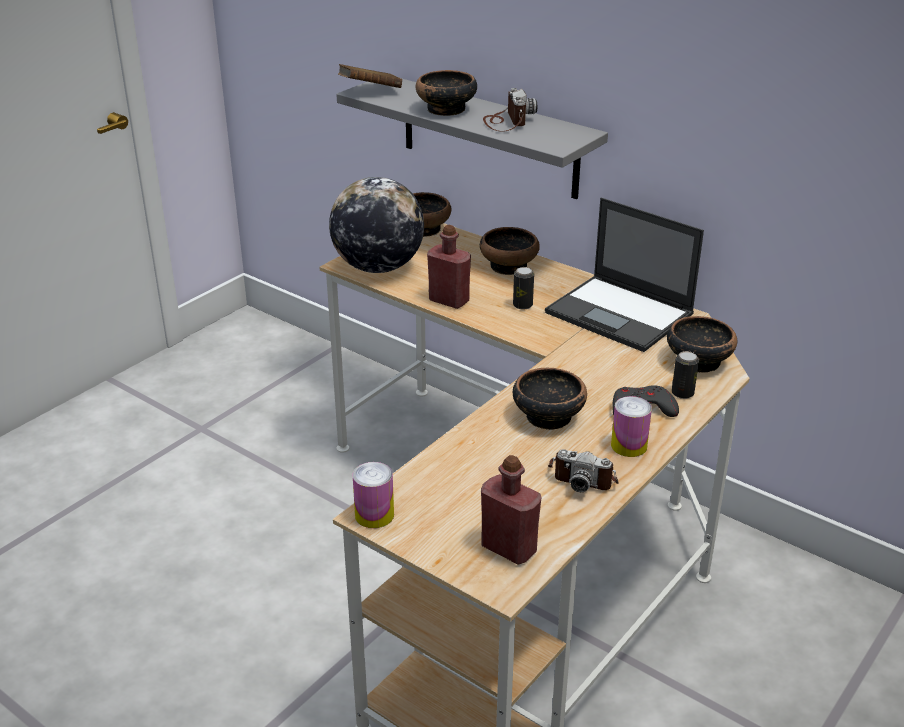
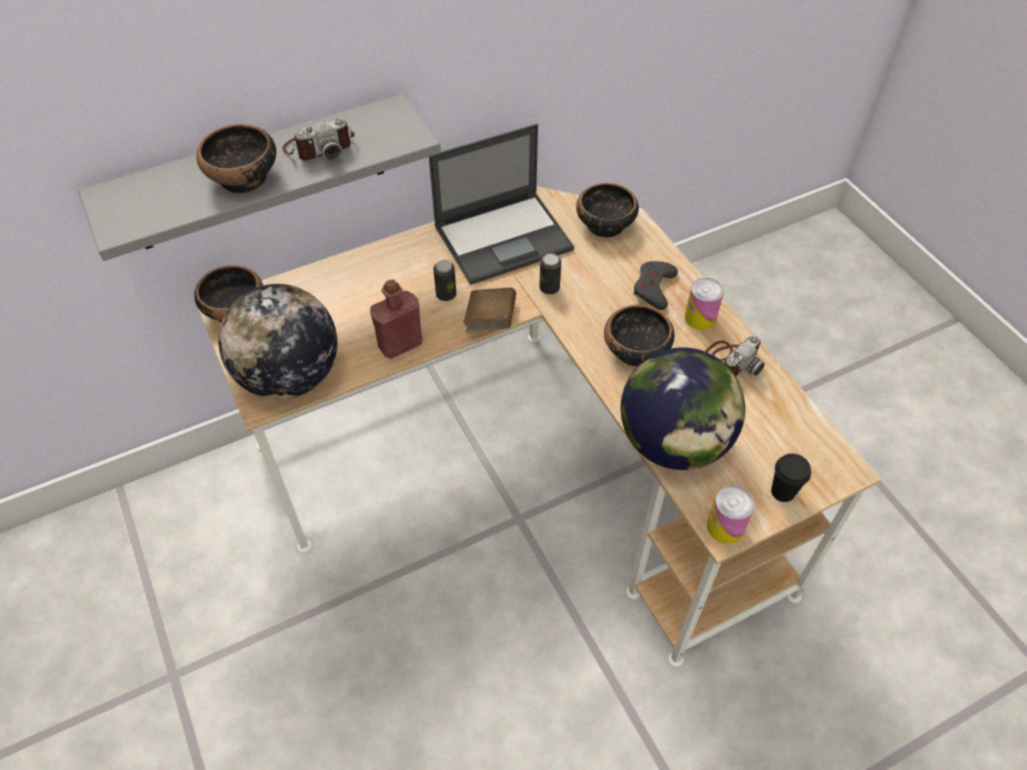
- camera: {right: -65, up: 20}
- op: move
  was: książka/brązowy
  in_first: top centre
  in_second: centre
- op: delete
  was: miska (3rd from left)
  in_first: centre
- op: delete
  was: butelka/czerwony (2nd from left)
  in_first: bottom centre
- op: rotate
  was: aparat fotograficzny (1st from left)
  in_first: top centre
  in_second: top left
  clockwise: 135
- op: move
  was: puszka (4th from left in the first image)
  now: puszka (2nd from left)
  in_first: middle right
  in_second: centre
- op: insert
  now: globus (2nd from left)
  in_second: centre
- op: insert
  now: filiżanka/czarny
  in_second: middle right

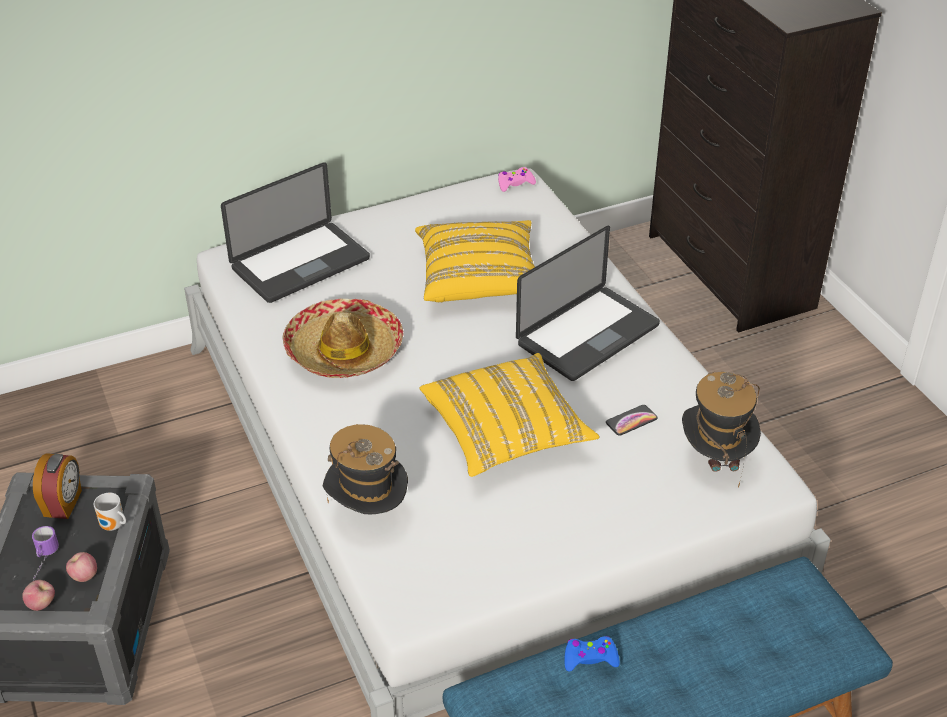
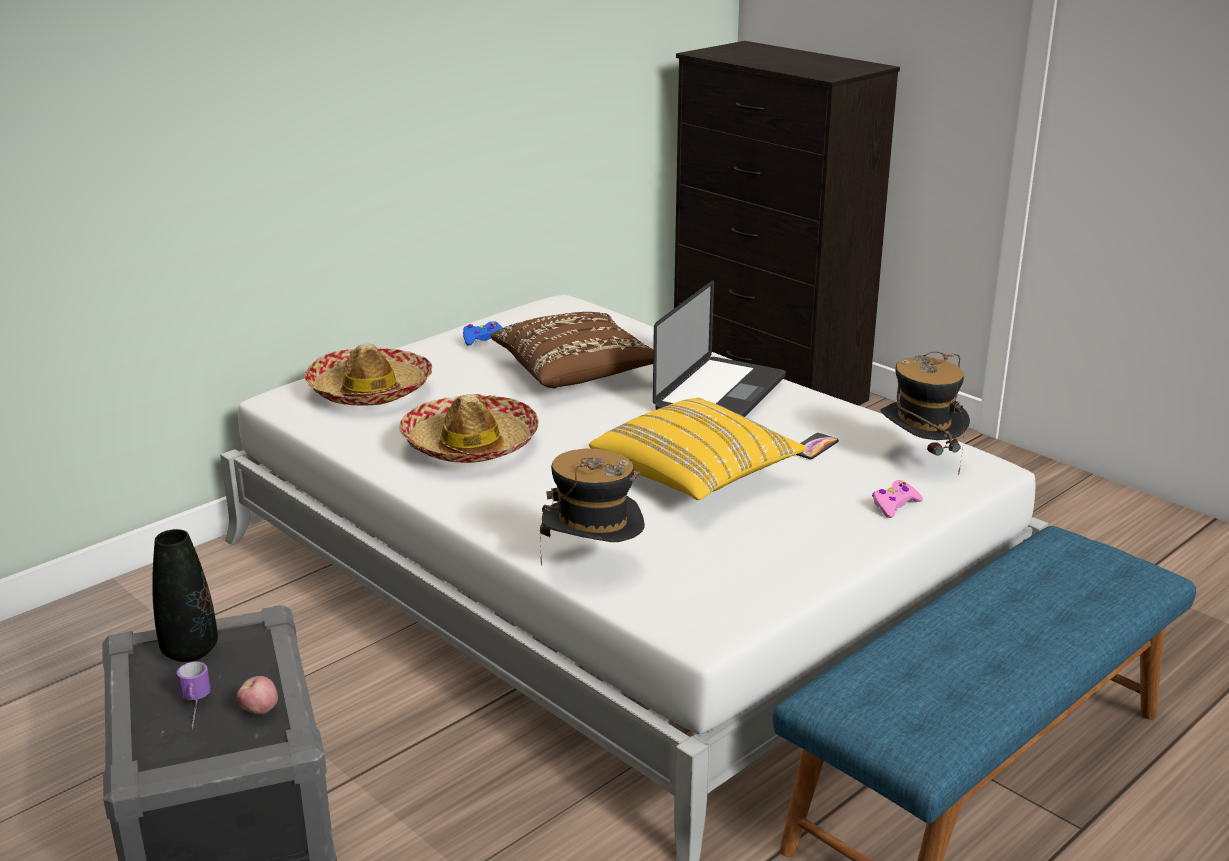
- camera: {right: -20, up: -15}
- op: delete
  was: jabłko (1st from left)
  in_first: bottom left
- op: replace
  was: budzik
  now: wazon/czarny
  in_first: bottom left
  in_second: bottom left
- op: delete
  was: kubek (2nd from left)
  in_first: bottom left
- op: replace
  was: laptop (1st from left)
  now: kapelusz (1st from left)
  in_first: top left
  in_second: middle left
- op: recolor
  was: poduszka/żółty (1st from left)
  now: poduszka/brązowy
  in_first: centre
  in_second: centre
- op: move
  was: pad do gier/różowy
  in_first: top centre
  in_second: middle right
- op: move
  was: pad do gier/niebieski
  in_first: bottom centre
  in_second: centre

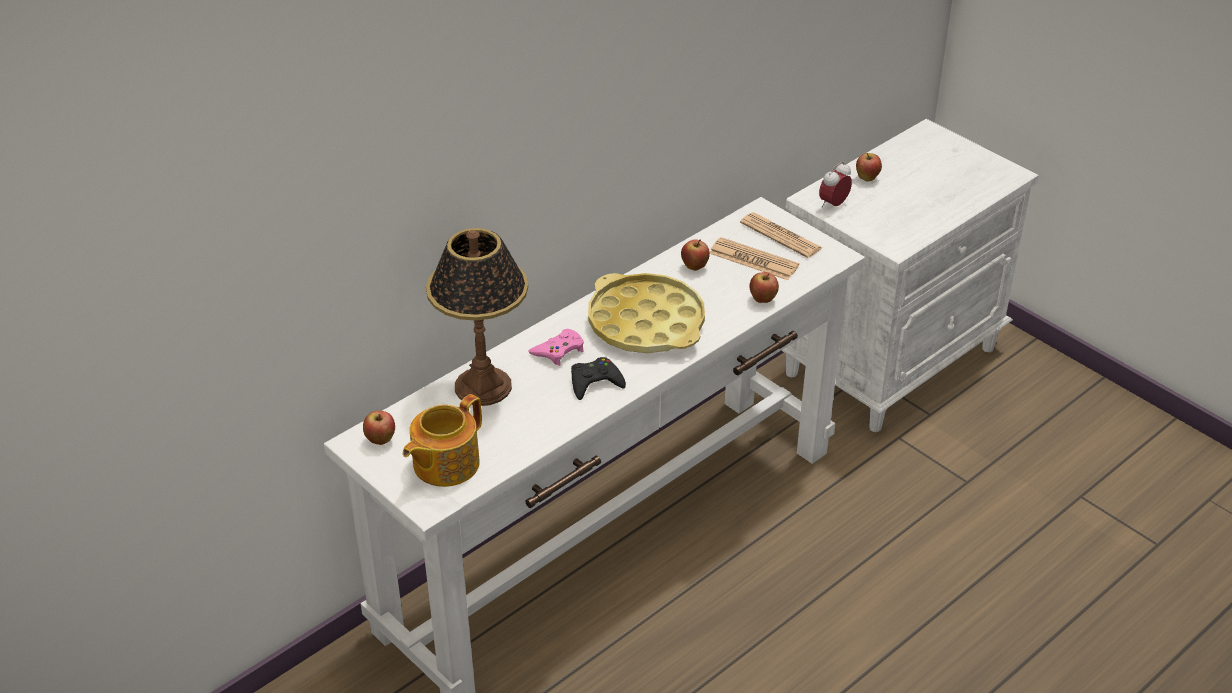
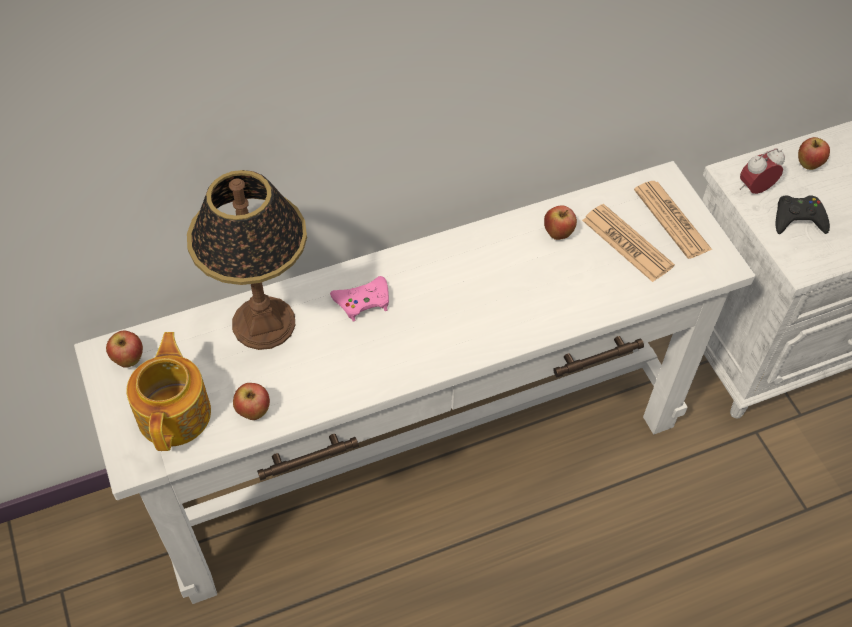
- camera: {right: 20, up: 15}
- op: rotate
  was: imbryk
  in_first: centre
  in_second: middle left
  clockwise: 120
- op: move
  was: pad do gier/czarny
  in_first: centre
  in_second: middle right
- op: delete
  was: taca/żółty
  in_first: centre
- op: move
  was: jabłko (3rd from left in the first image)
  now: jabłko (2nd from left)
  in_first: centre
  in_second: middle left

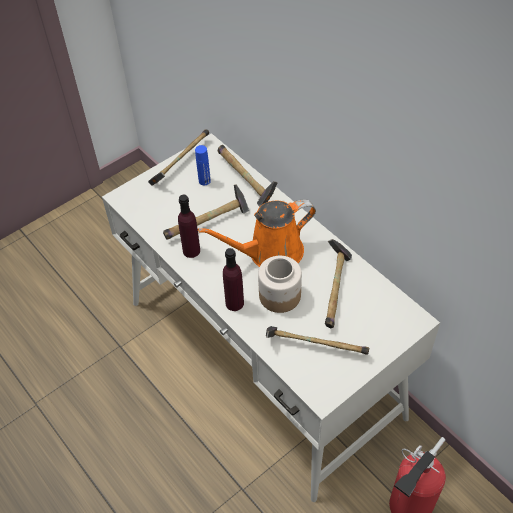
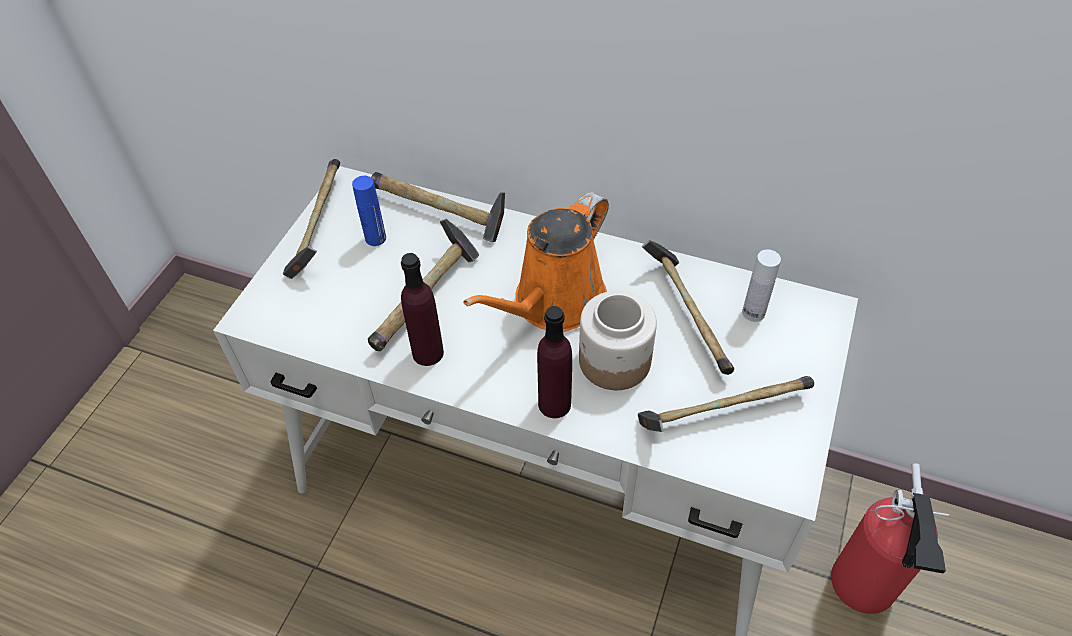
- camera: {right: -30, up: 0}
- op: insert
  now: butelka/biały
  in_second: middle right

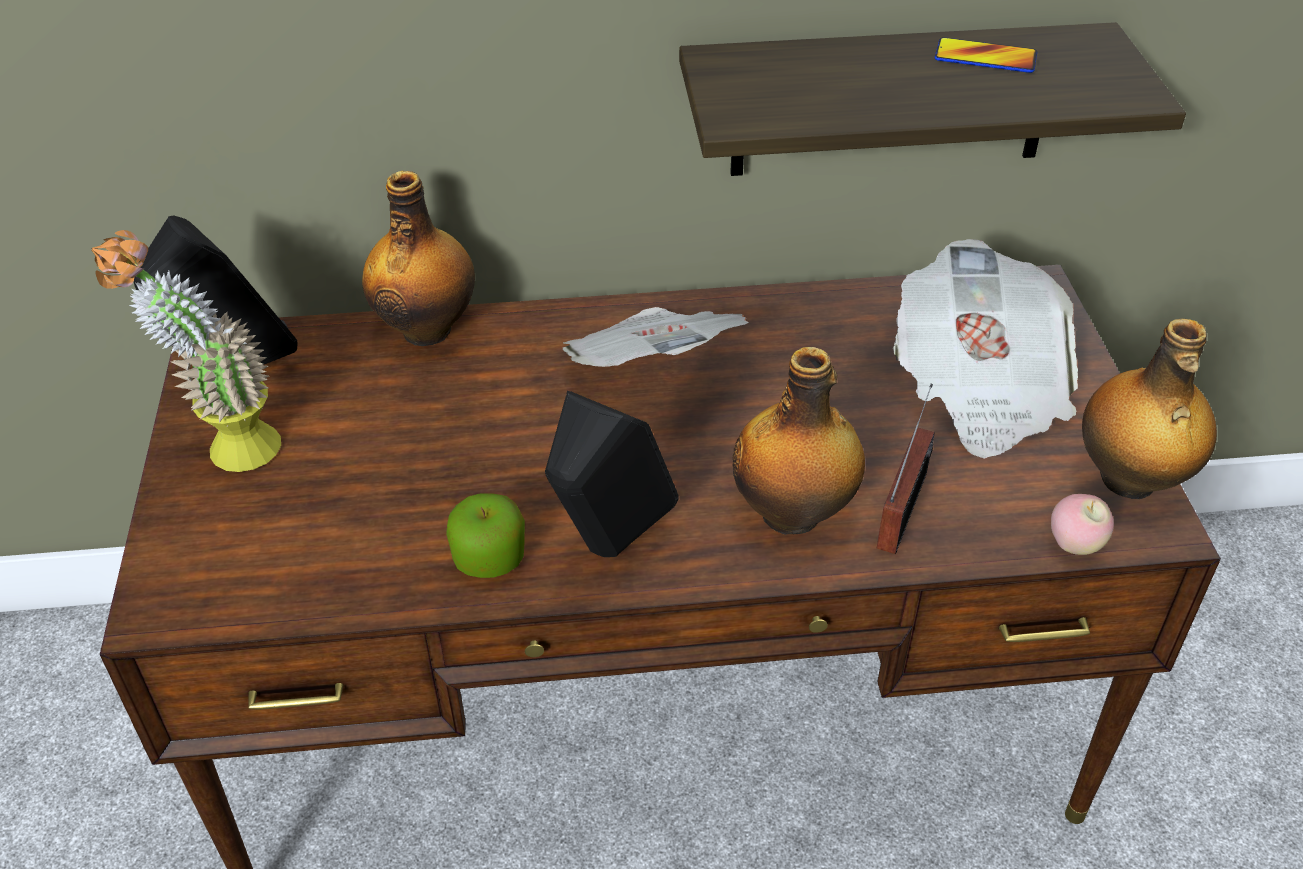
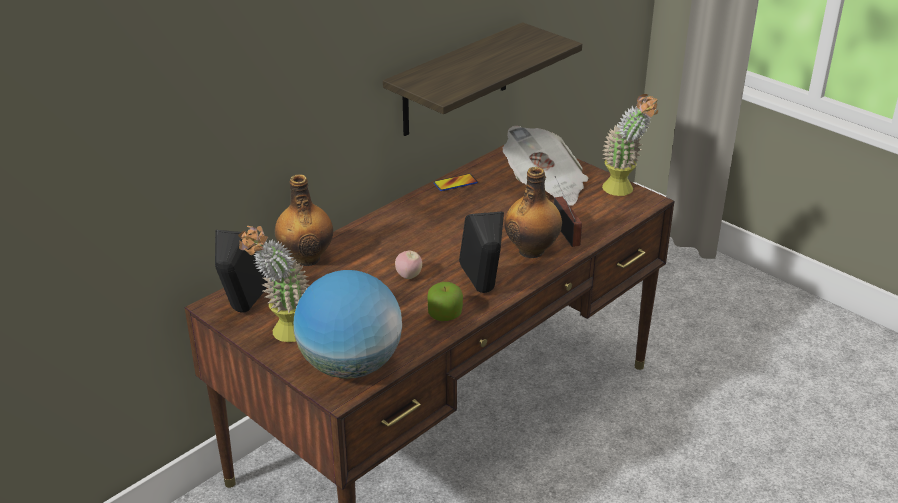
- camera: {right: -40, up: -10}
- op: delete
  was: gazeta (1st from left)
  in_first: centre
- op: move
  was: telefon
  in_first: top right
  in_second: centre
- op: move
  was: jabłko (2nd from left in the first image)
  now: jabłko (1st from left)
  in_first: middle right
  in_second: centre
- op: replace
  was: butelka (3rd from left)
  now: roślina doniczkowa (2nd from left)
  in_first: middle right
  in_second: top right
- op: insert
  now: globus
  in_second: centre

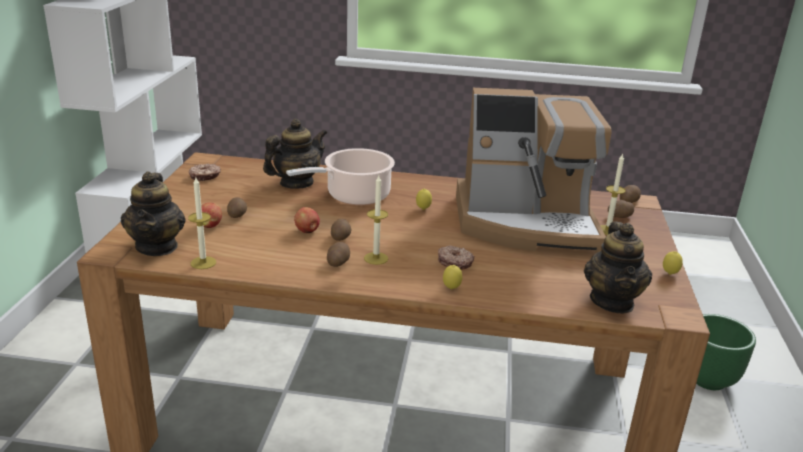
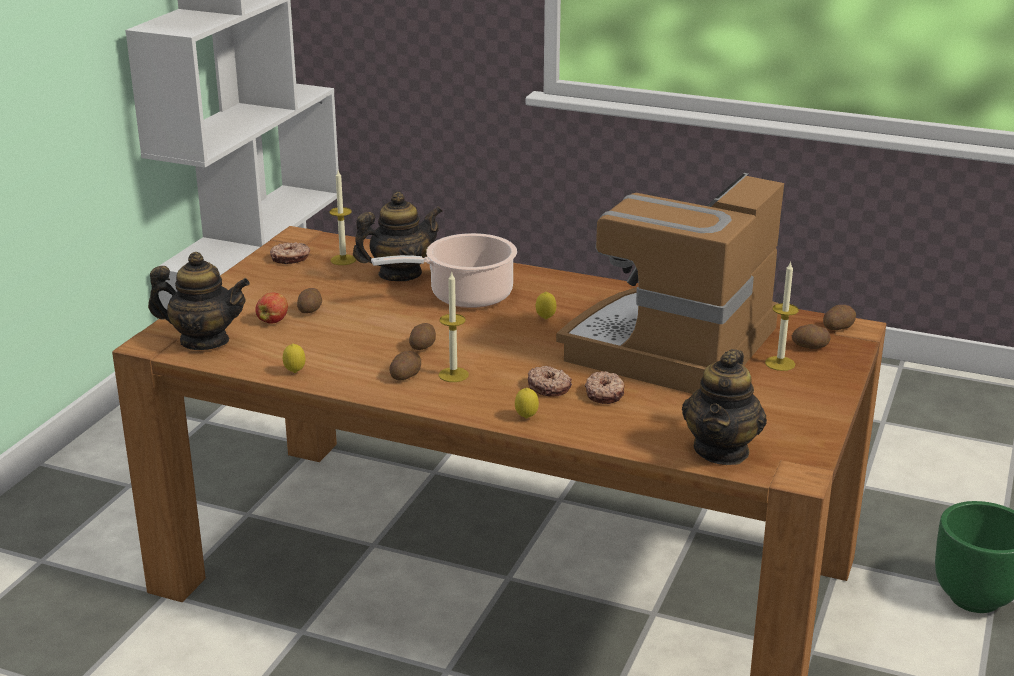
- camera: {right: 15, up: 0}
- op: rotate
  was: imbryk (1st from left)
  in_first: middle left
  in_second: middle left
  clockwise: -90
- op: move
  was: świeca (1st from left)
  in_first: middle left
  in_second: top centre
- op: delete
  was: jabłko (2nd from left)
  in_first: centre
- op: rotate
  was: ekspres do kawy
  in_first: centre
  in_second: centre
  clockwise: 105
- op: move
  was: cytryna (3rd from left in the first image)
  now: cytryna (1st from left)
  in_first: middle right
  in_second: middle left
- op: insert
  now: donut (3rd from left)
  in_second: centre

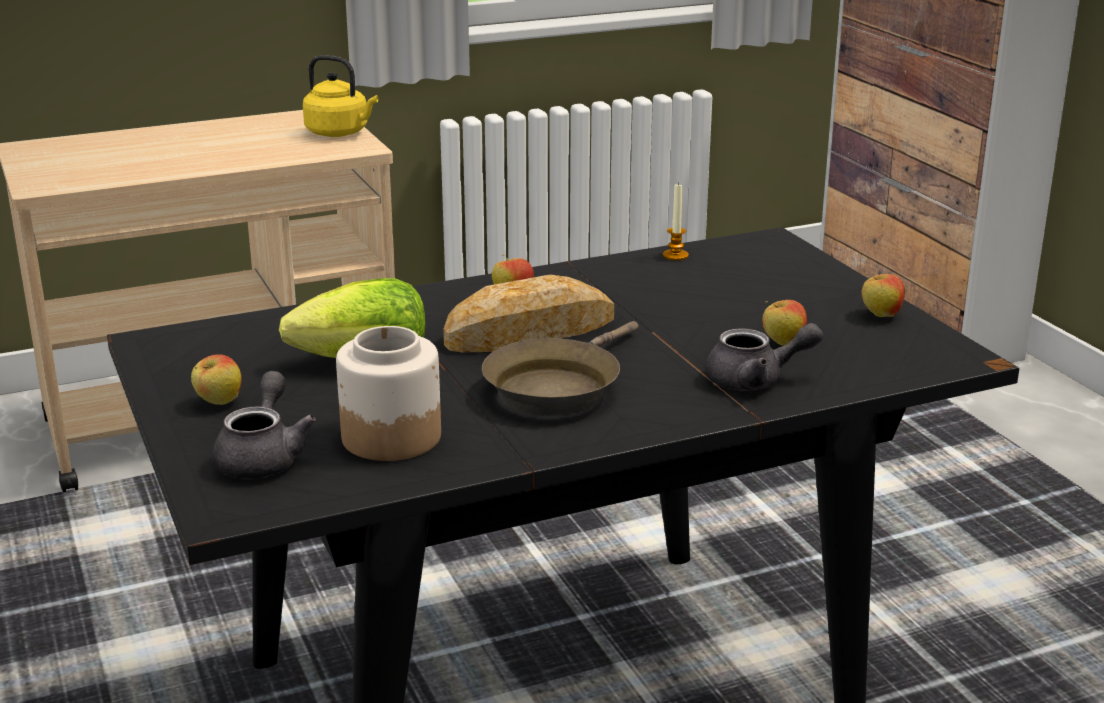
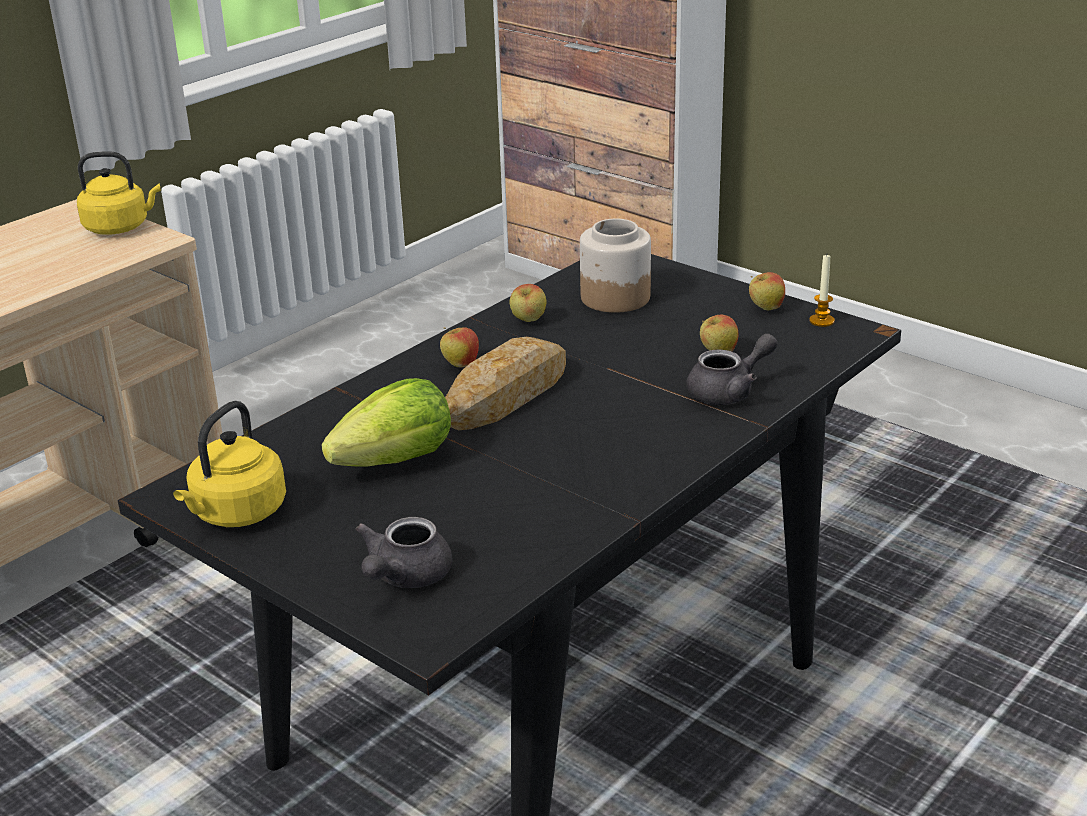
- camera: {right: -25, up: 5}
- op: move
  was: jabłko (1st from left in the first image)
  now: jabłko (2nd from left)
  in_first: middle left
  in_second: centre
- op: rotate
  was: imbryk/szary (1st from left)
  in_first: middle left
  in_second: bottom centre
  clockwise: -135
- op: move
  was: słoik
  in_first: centre
  in_second: top centre
- op: delete
  was: patelnia/brązowy
  in_first: centre
- op: move
  was: świeca
  in_first: top centre
  in_second: middle right
- op: insert
  now: czajnik/żółty (2nd from left)
  in_second: middle left

